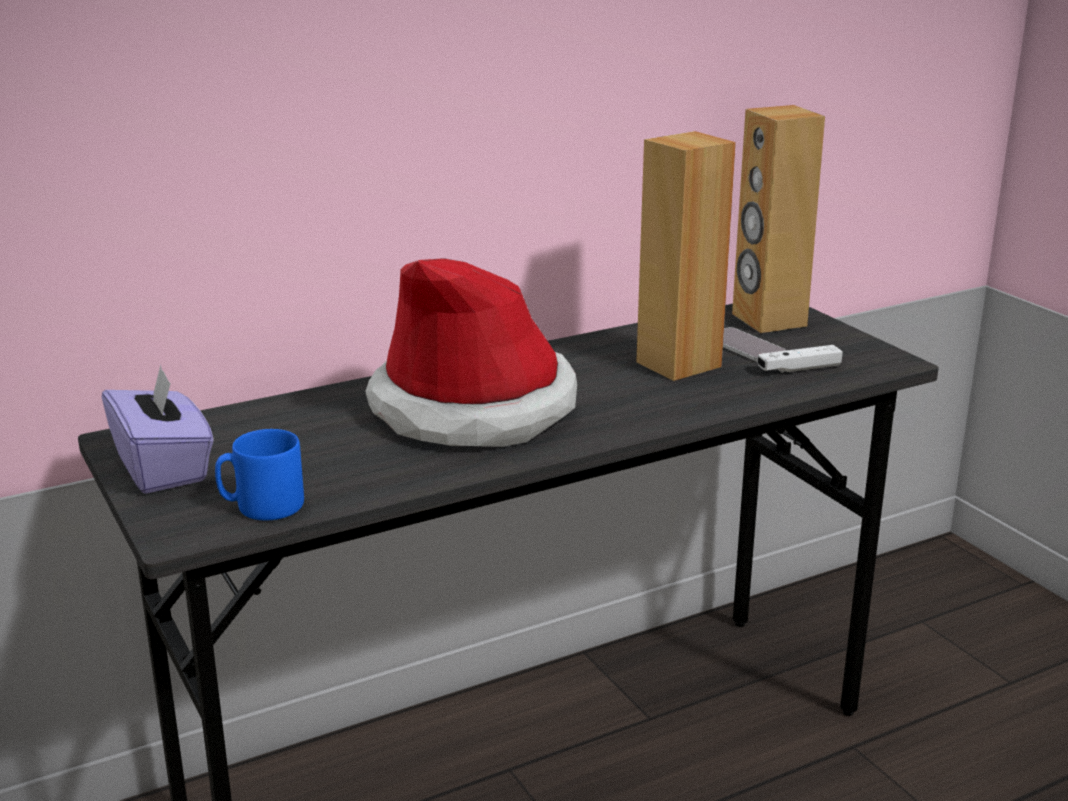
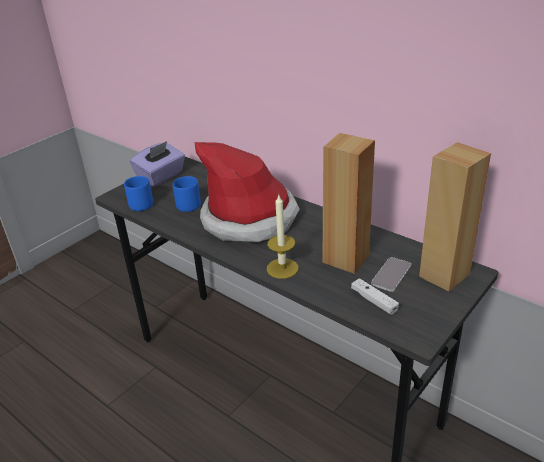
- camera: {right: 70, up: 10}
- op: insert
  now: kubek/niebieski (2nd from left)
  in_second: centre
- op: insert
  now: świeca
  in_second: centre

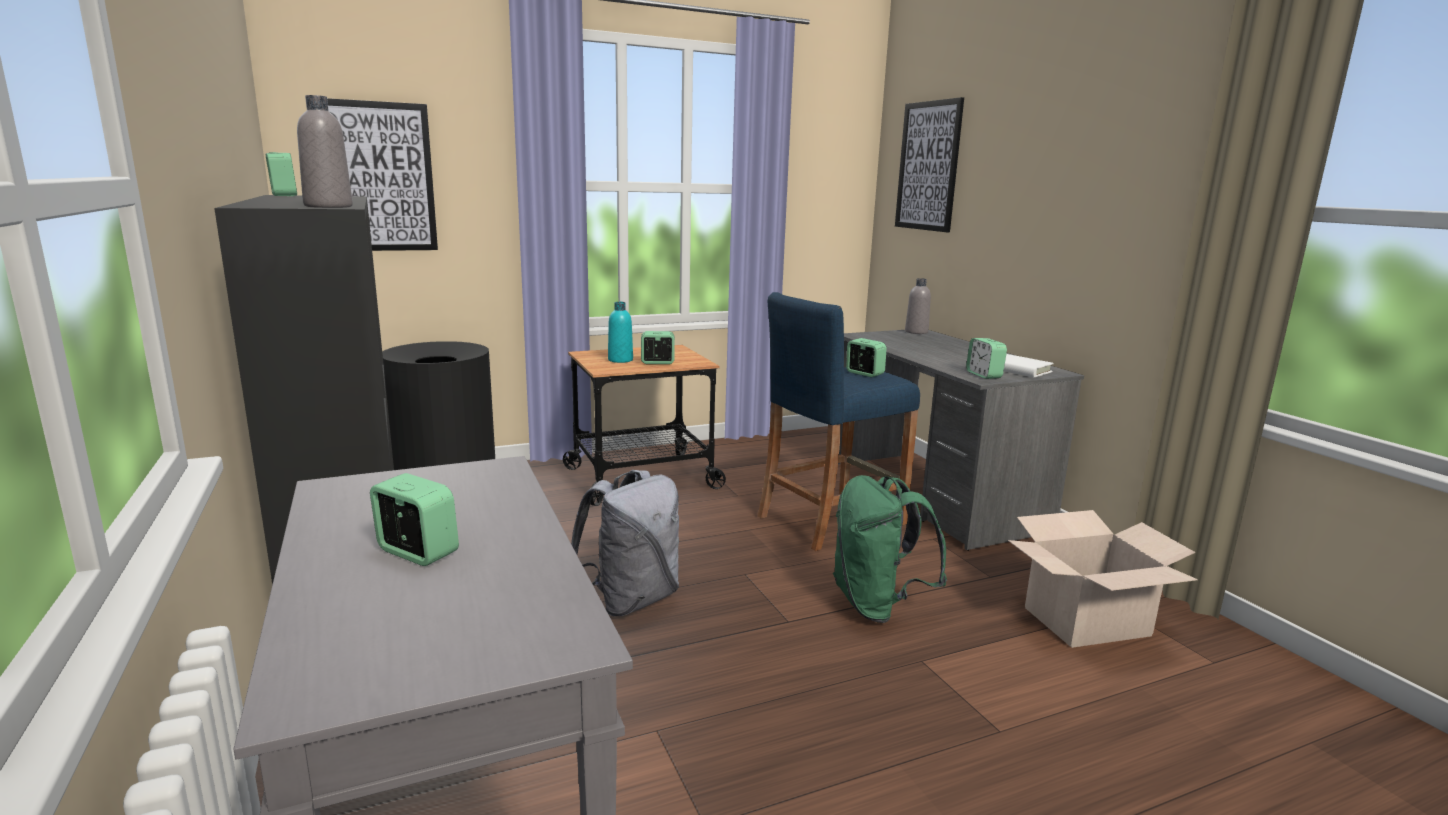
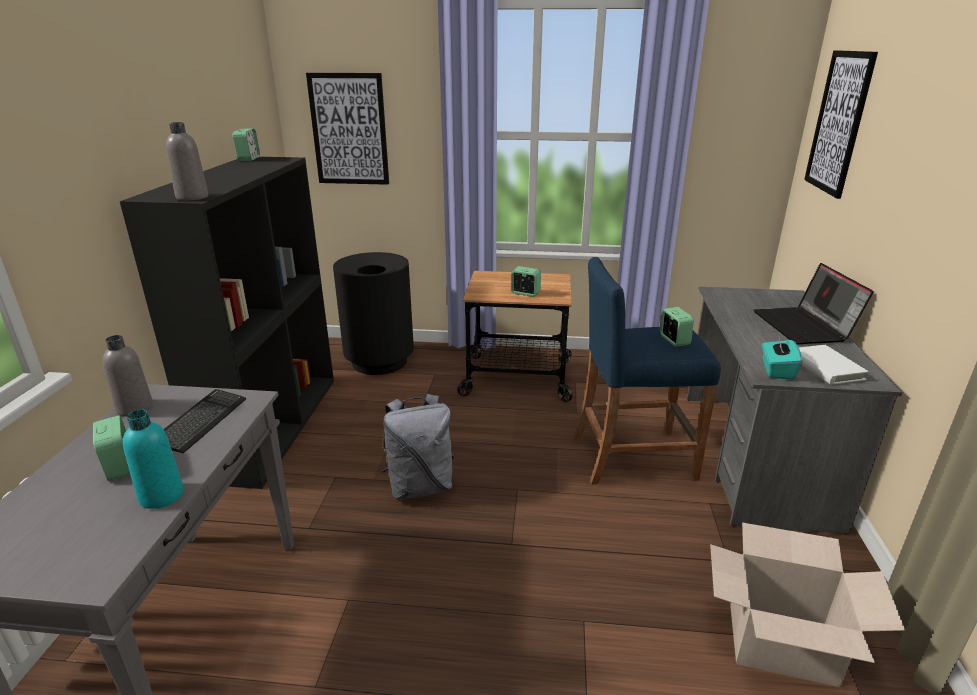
- camera: {right: 30, up: 10}
- op: move
  was: butelka/turkusowy
  in_first: centre
  in_second: middle left
- op: delete
  was: plecak/zielony
  in_first: bottom centre
- op: move
  was: butelka/szary (2nd from left in the first image)
  now: butelka/szary (1st from left)
  in_first: centre
  in_second: middle left
- op: replace
  was: budzik (5th from left)
  now: pudełko chusteczek/turkusowy
  in_first: middle right
  in_second: middle right
- op: insert
  now: klawiatura
  in_second: middle left
- op: insert
  now: laptop
  in_second: middle right

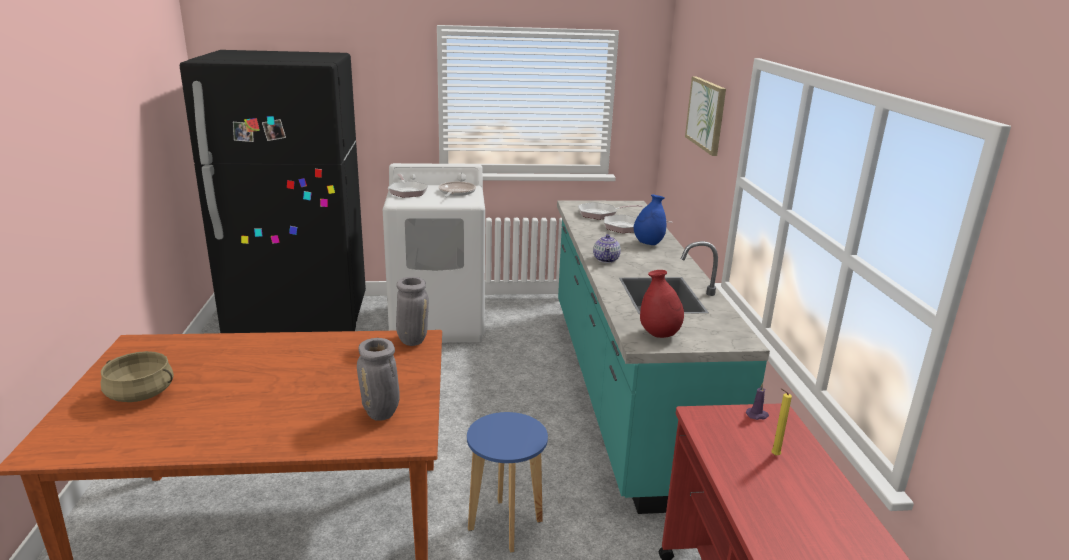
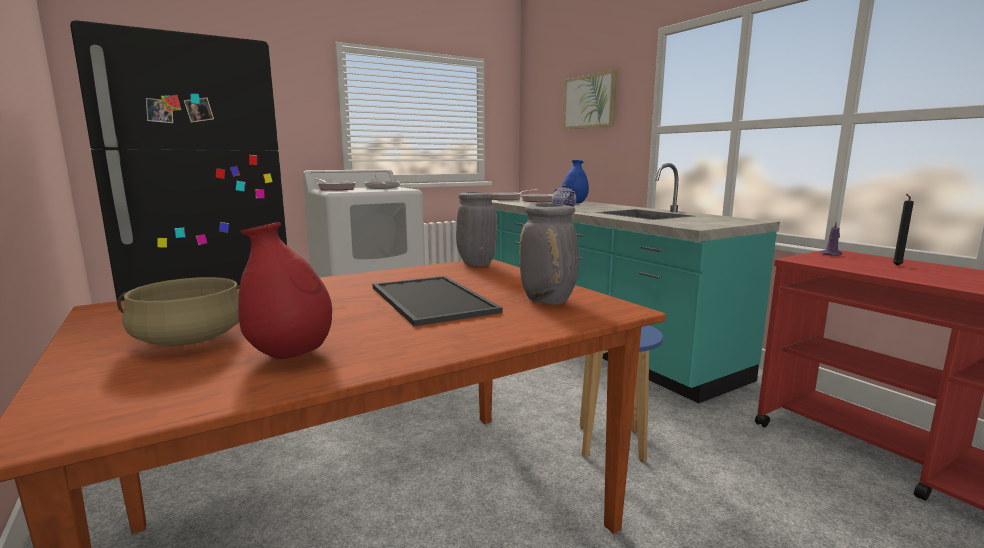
- camera: {right: -25, up: -10}
- op: move
  was: wazon/czerwony
  in_first: centre
  in_second: middle left
- op: recolor
  was: świeca/żółty
  now: świeca/czarny
  in_first: bottom right
  in_second: middle right
- op: insert
  now: taca
  in_second: centre

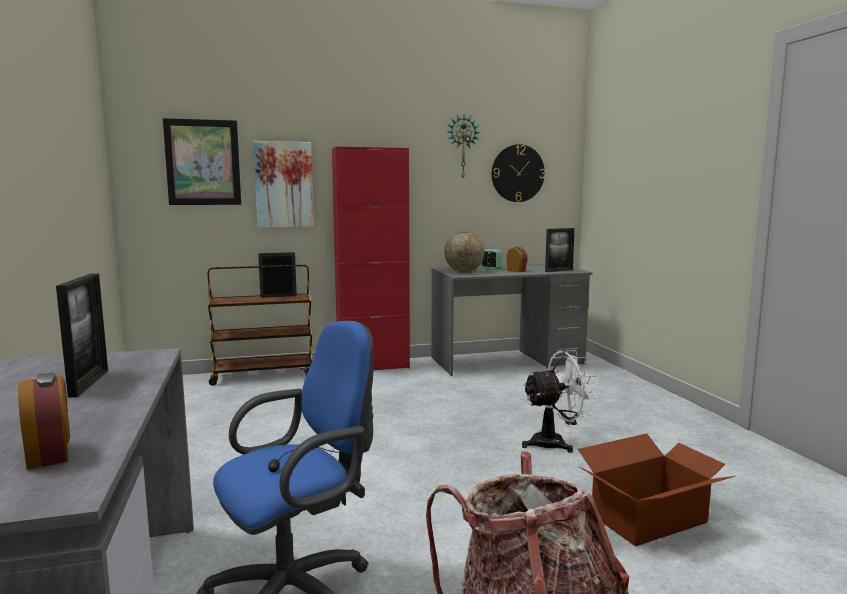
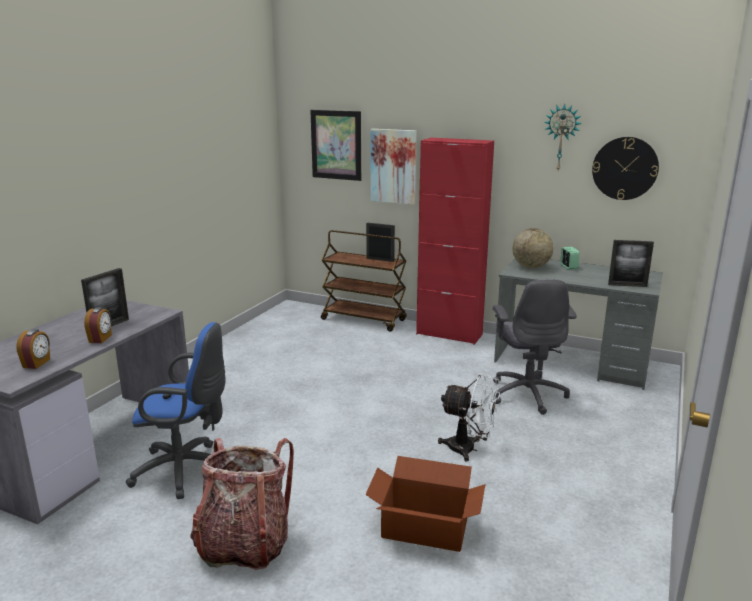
- camera: {right: 40, up: 10}
- op: move
  was: budzik (3rd from left in the first image)
  now: budzik (2nd from left)
  in_first: centre
  in_second: middle left
- op: insert
  now: krzesło biurowe/szary
  in_second: middle right

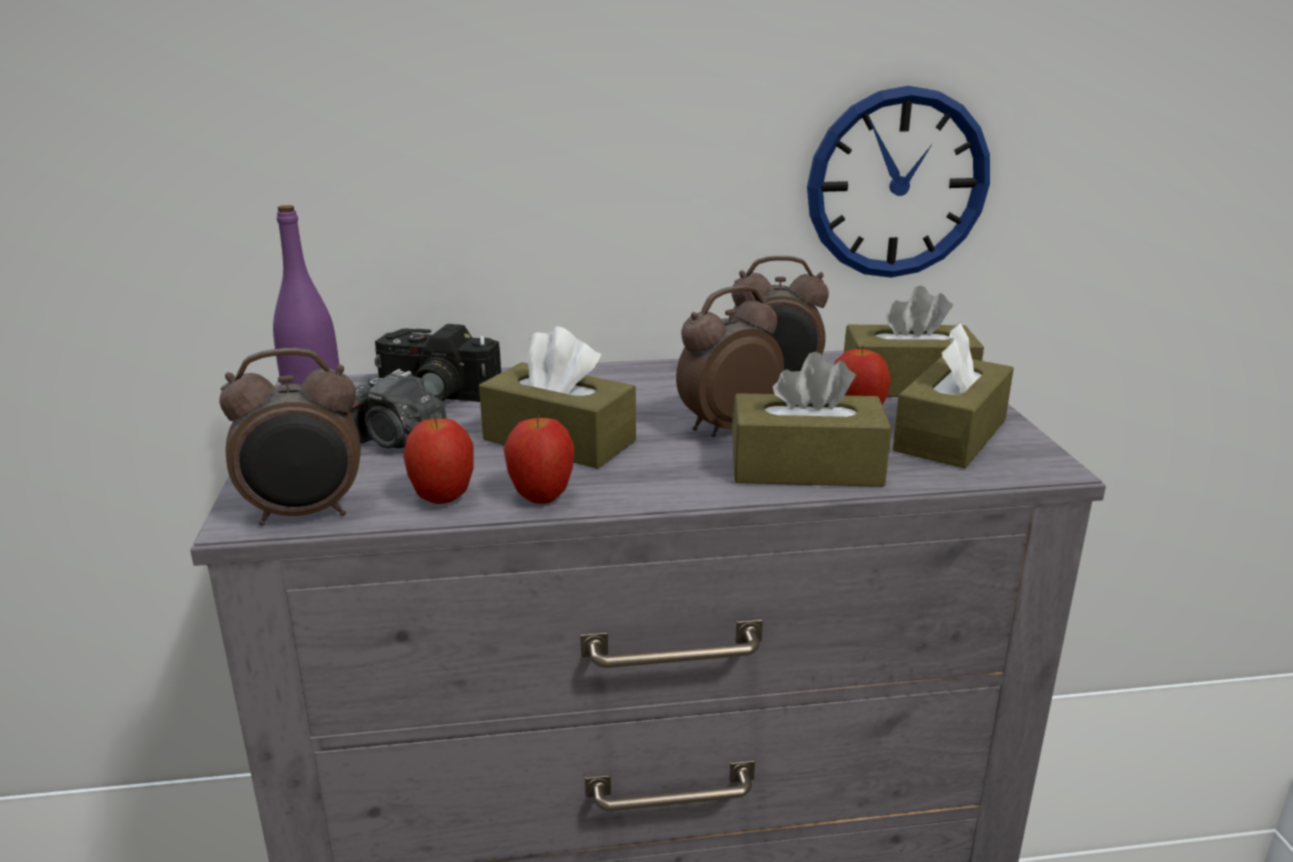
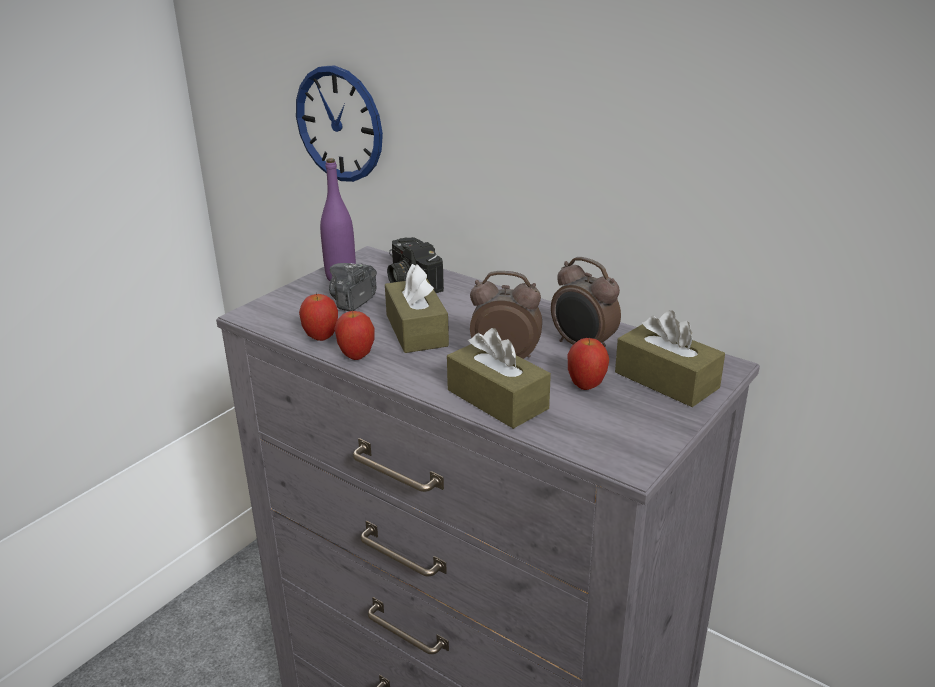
- camera: {right: 45, up: 5}
- op: delete
  was: budzik (1st from left)
  in_first: middle left
- op: rotate
  was: aparat fotograficzny (1st from left)
  in_first: middle left
  in_second: centre
  clockwise: 45
- op: move
  was: zegar ścienny
  in_first: top right
  in_second: top centre
- op: delete
  was: pudełko chusteczek/brązowy (4th from left)
  in_first: middle right

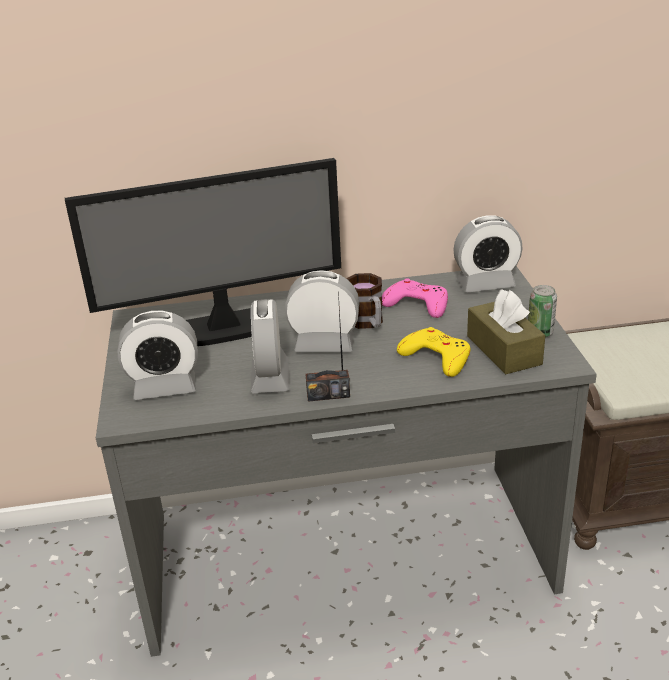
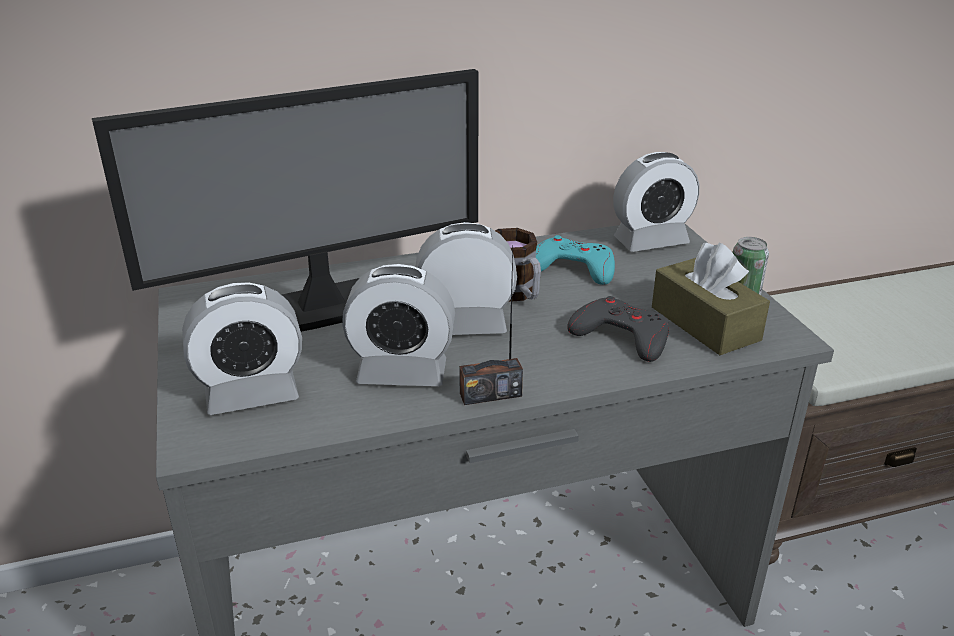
- camera: {right: -10, up: 0}
- op: rotate
  was: budzik (2nd from left)
  in_first: centre
  in_second: centre
  clockwise: -75
- op: recolor
  was: pad do gier/różowy
  now: pad do gier/turkusowy
  in_first: centre
  in_second: centre
- op: recolor
  was: pad do gier/żółty
  now: pad do gier/szary
  in_first: centre
  in_second: centre

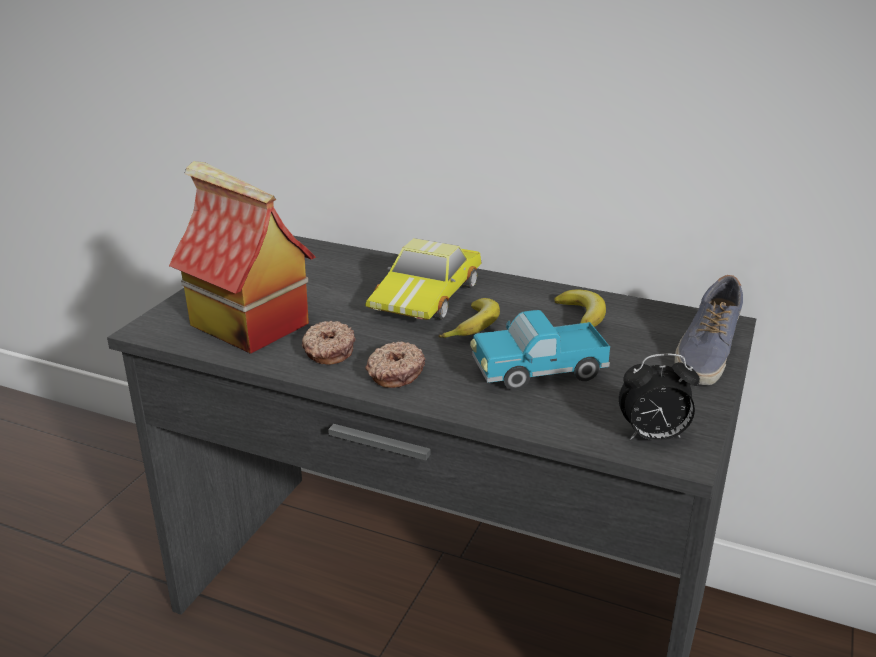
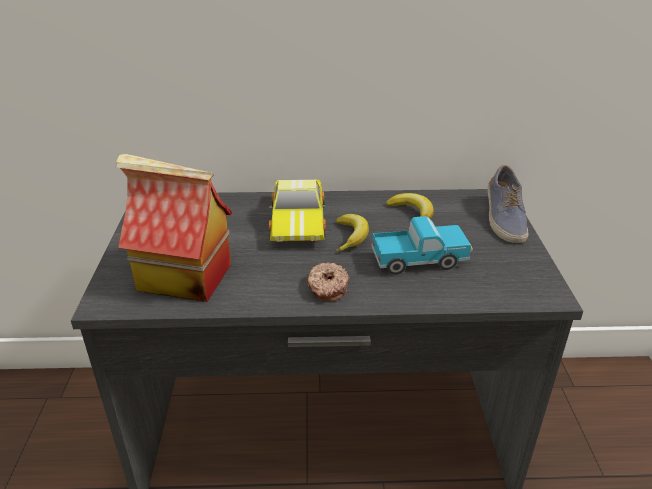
- camera: {right: -25, up: 5}
- op: delete
  was: donut (1st from left)
  in_first: centre
- op: rotate
  was: ciężarówka zabawkowa
  in_first: centre
  in_second: centre
  clockwise: -150
- op: delete
  was: budzik
  in_first: middle right

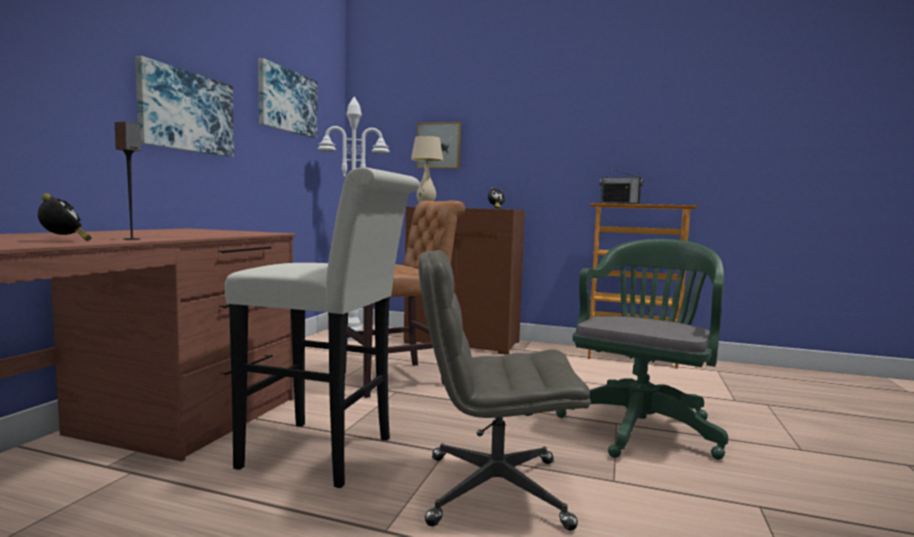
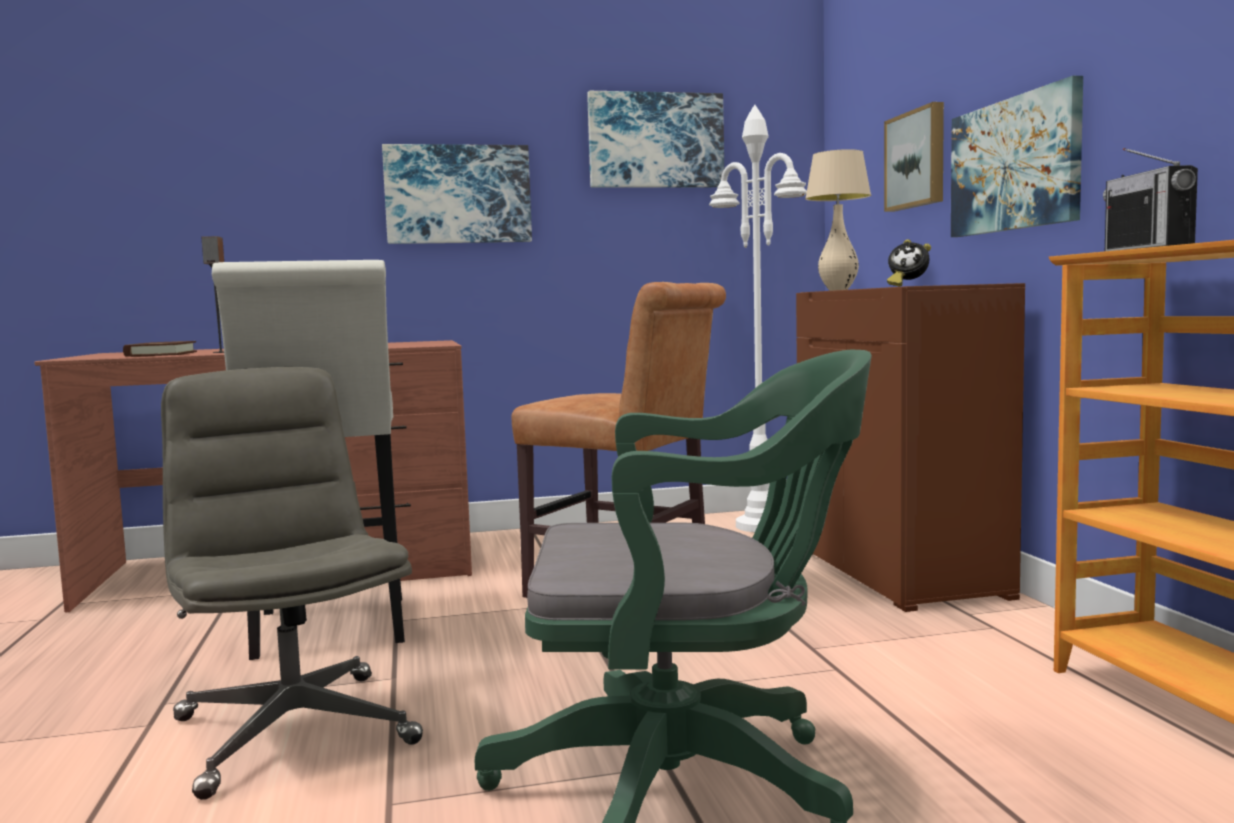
- camera: {right: 60, up: 0}
- op: replace
  was: budzik (1st from left)
  now: książka/brązowy
  in_first: middle left
  in_second: middle left
- op: insert
  now: obraz (4th from left)
  in_second: top right

